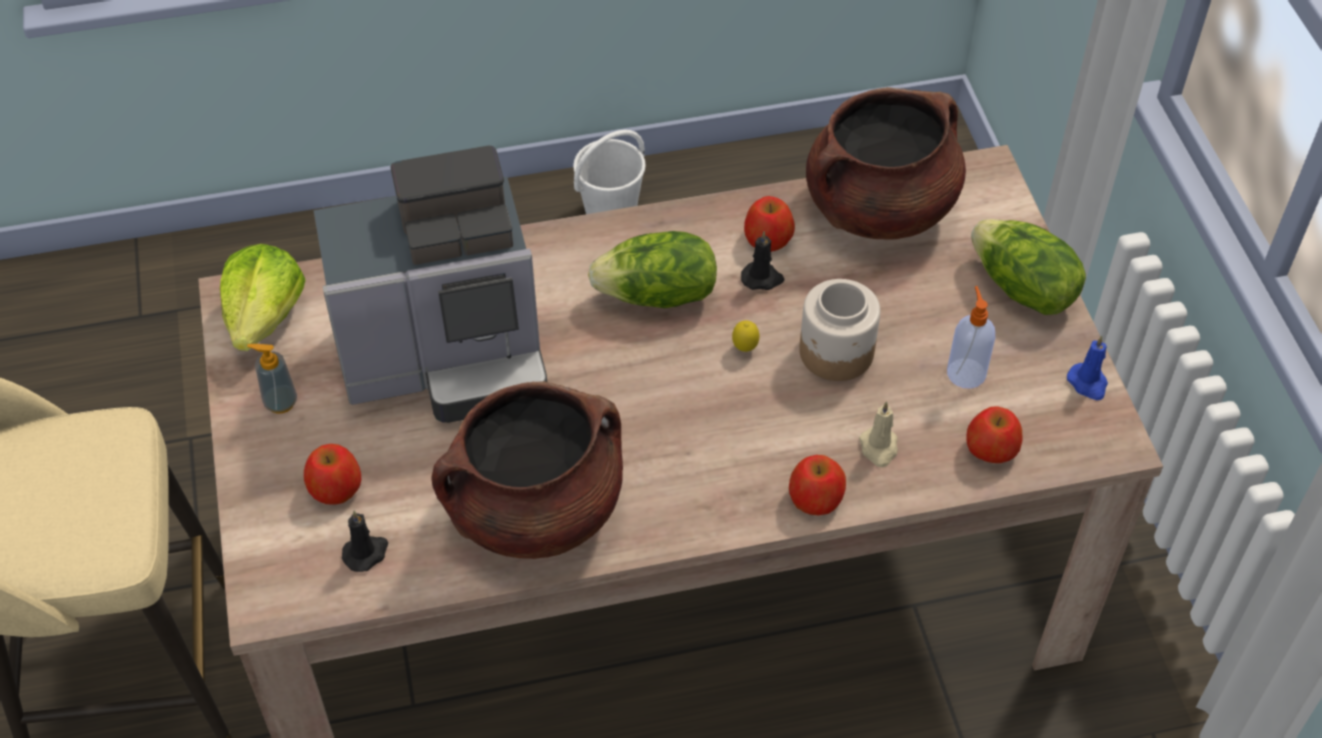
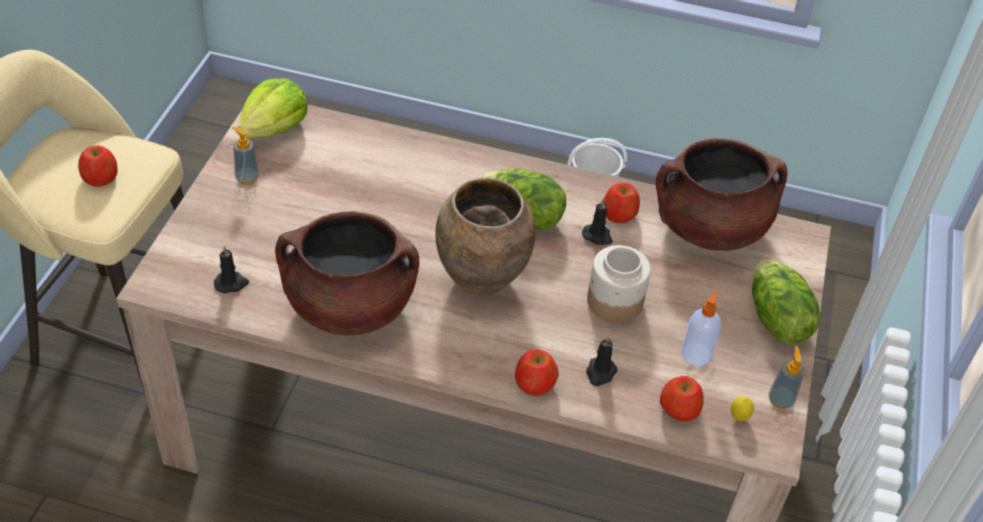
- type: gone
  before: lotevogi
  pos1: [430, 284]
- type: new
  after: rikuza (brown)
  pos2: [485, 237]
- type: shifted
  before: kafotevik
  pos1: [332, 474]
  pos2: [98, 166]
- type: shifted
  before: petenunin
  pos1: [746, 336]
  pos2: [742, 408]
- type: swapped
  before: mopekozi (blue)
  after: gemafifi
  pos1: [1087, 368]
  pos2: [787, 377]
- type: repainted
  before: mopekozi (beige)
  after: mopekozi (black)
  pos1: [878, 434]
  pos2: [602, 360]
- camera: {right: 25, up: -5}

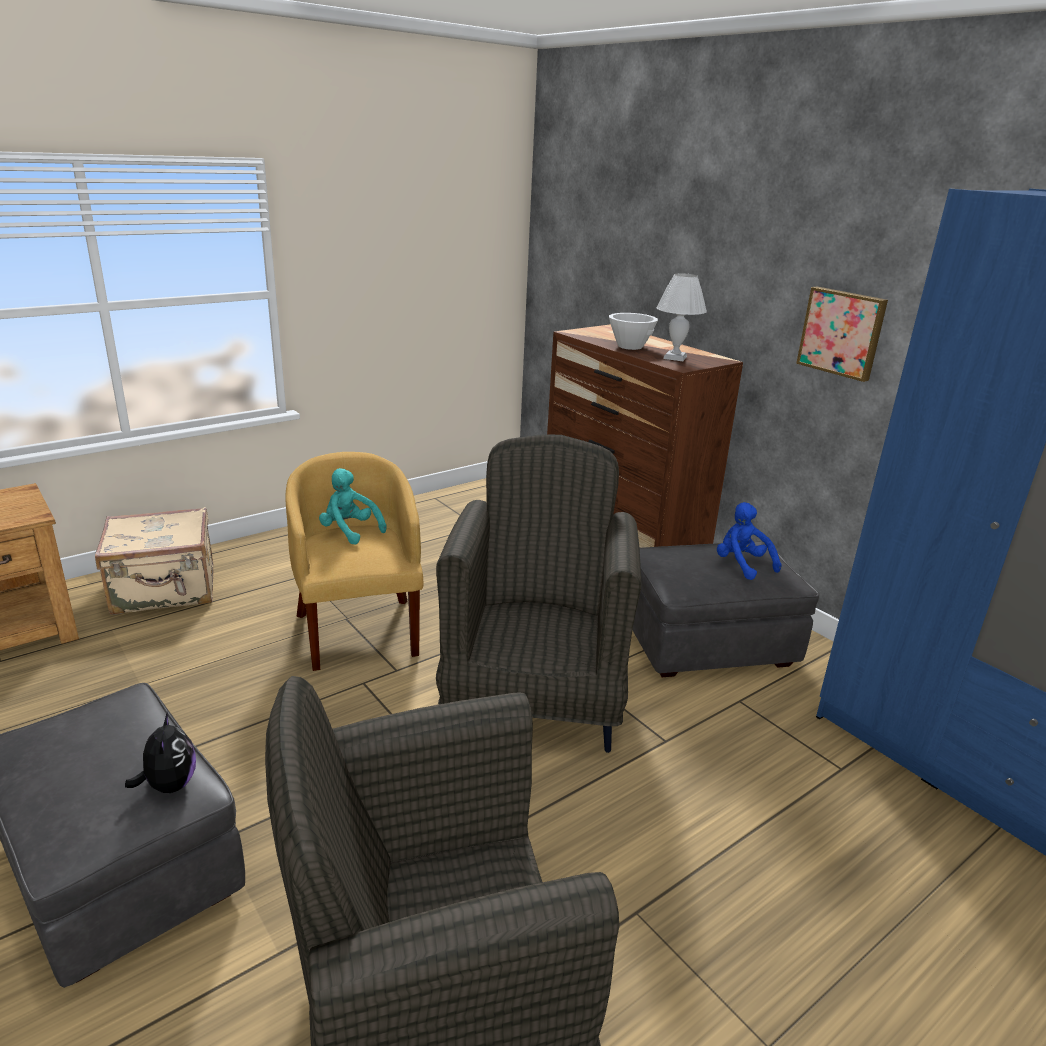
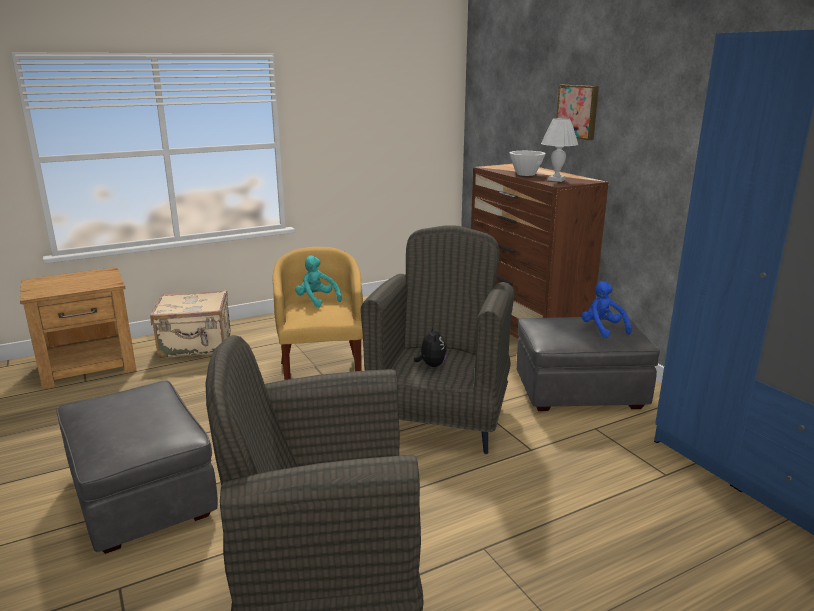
- type: shifted
  before: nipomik
  pos1: [160, 752]
  pos2: [430, 347]
- type: shifted
  before: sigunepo
  pos1: [842, 334]
  pos2: [577, 112]
- camera: {right: 10, up: -5}

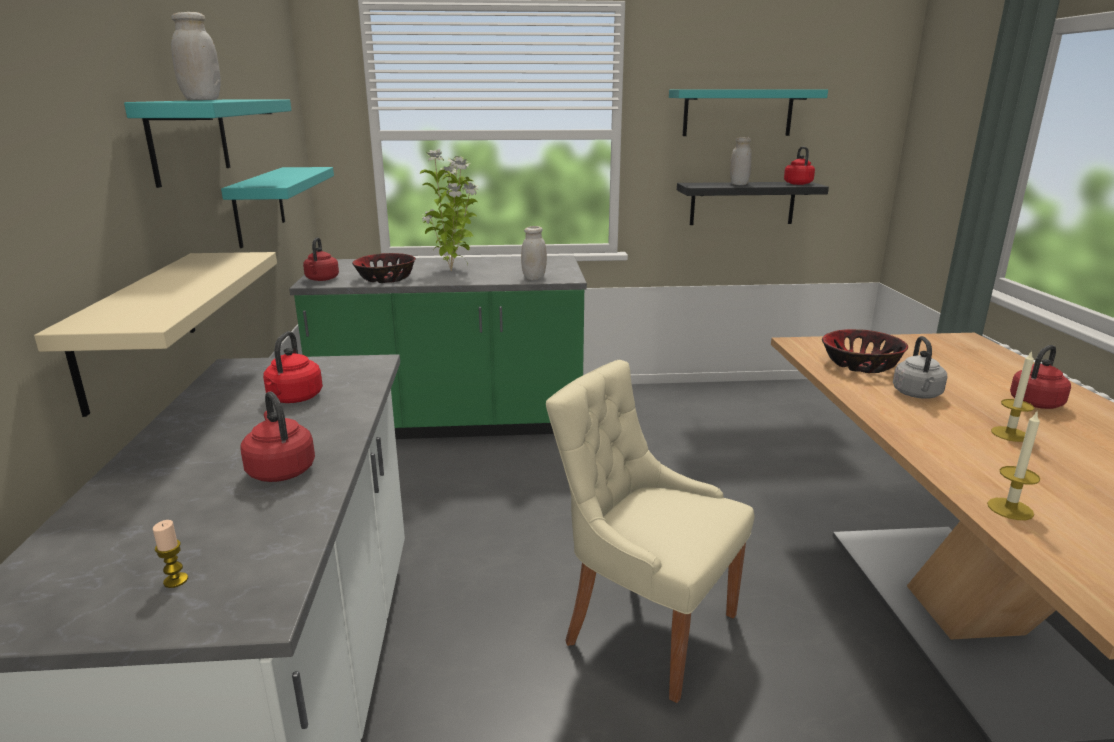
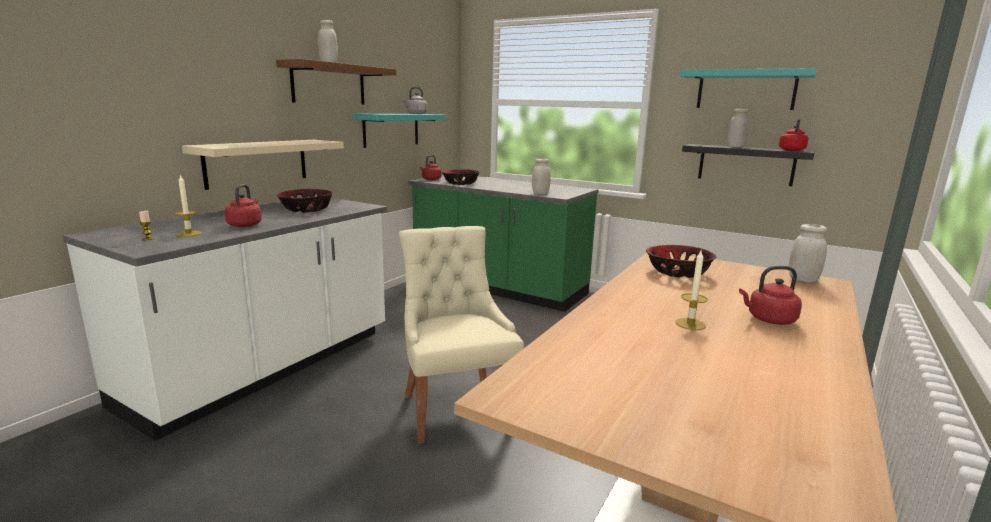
- type: gone
  before: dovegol
  pos1: [449, 210]
- type: new
  after: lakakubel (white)
  pos2: [808, 253]
- type: shifted
  before: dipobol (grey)
  pos1: [920, 367]
  pos2: [414, 100]
- type: shifted
  before: mopekozi
  pos1: [1013, 465]
  pos2: [188, 205]
- type: swapped
  before: dipobol (red)
  after: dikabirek
  pos1: [293, 367]
  pos2: [305, 201]
- type: repainted
  before: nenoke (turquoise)
  after: nenoke (brown)
  pos1: [207, 143]
  pos2: [336, 81]
- camera: {right: 35, up: -5}

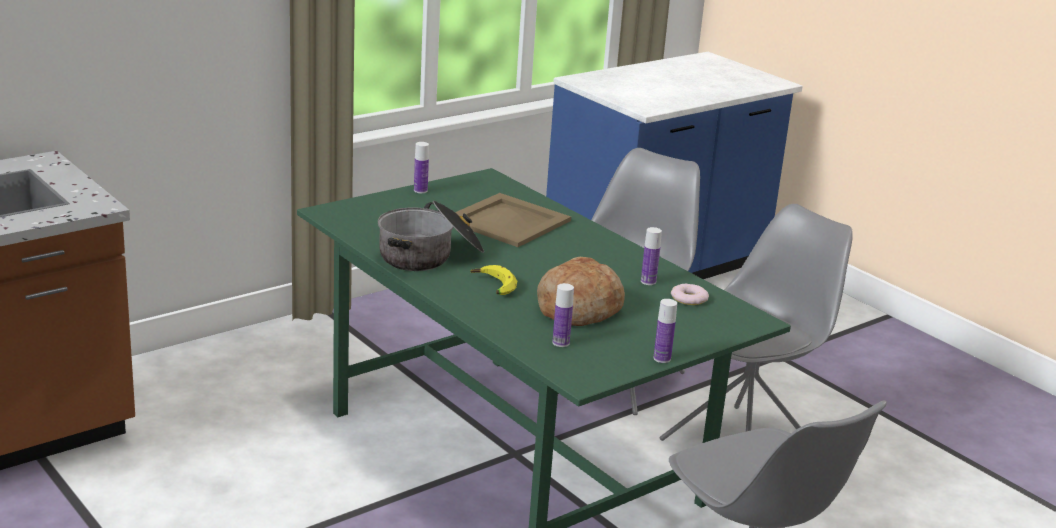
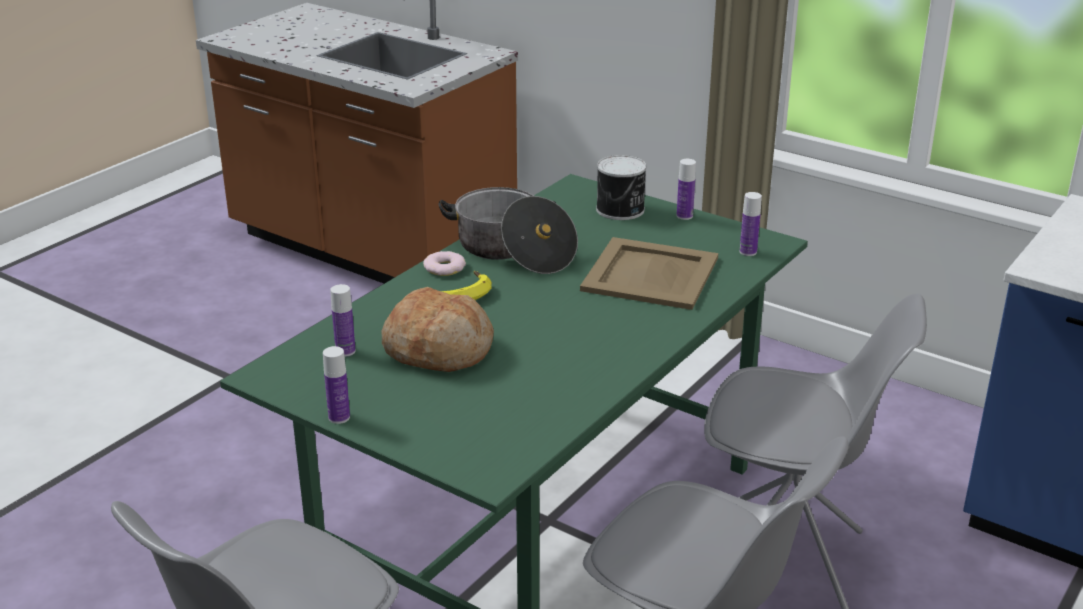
- type: new
  after: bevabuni
  pos2: [621, 187]
- type: shifted
  before: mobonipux
  pos1: [651, 256]
  pos2: [751, 224]
- type: shifted
  before: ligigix
  pos1: [690, 294]
  pos2: [444, 263]
- camera: {right: 75, up: 5}

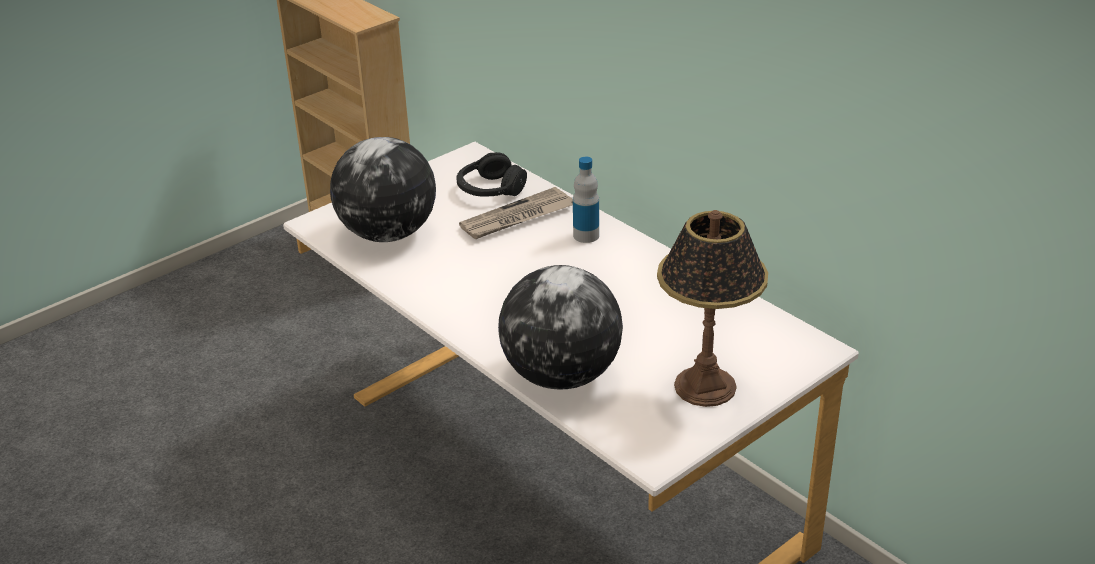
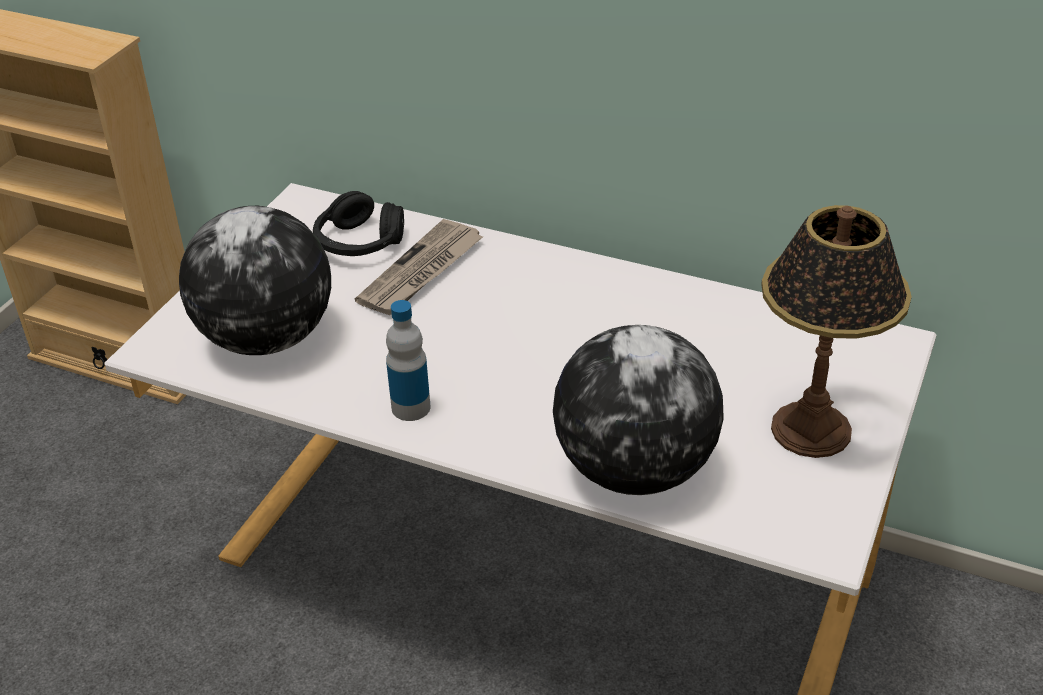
- type: shifted
  before: mobonipux
  pos1: [586, 200]
  pos2: [408, 360]
- camera: {right: -25, up: 5}

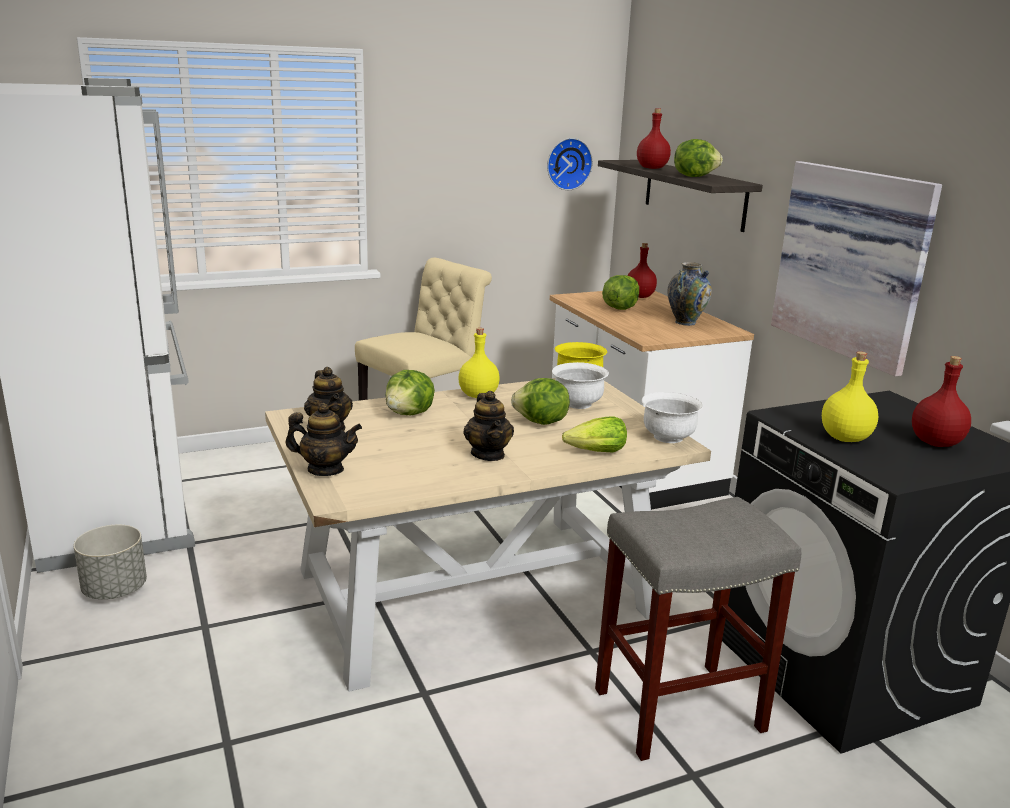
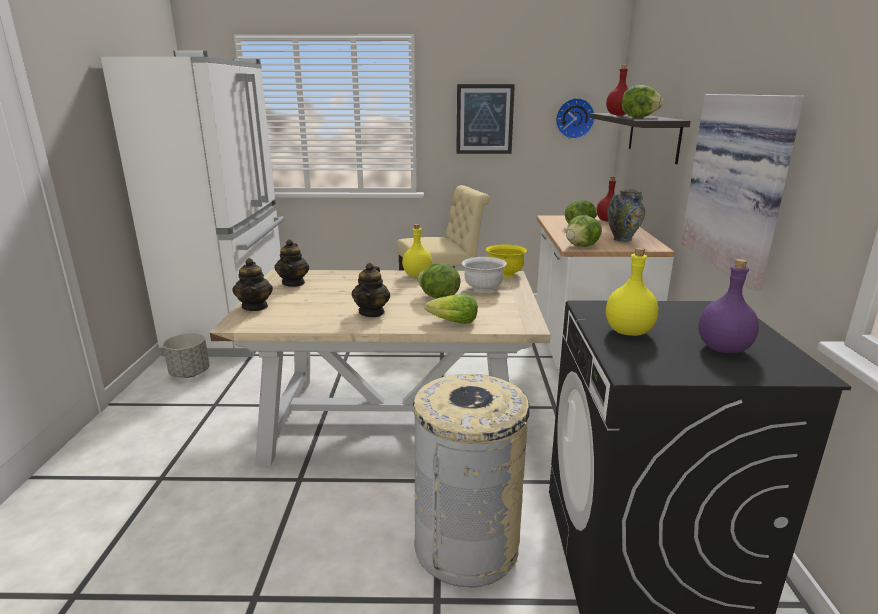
- type: gone
  before: dikabirek (white)
  pos1: [672, 417]
- type: new
  after: sigunepo
  pos2: [485, 119]
- type: shifted
  before: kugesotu
  pos1: [410, 392]
  pos2: [584, 231]
- type: swapped
  before: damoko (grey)
  after: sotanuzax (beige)
  pos1: [698, 629]
  pos2: [471, 480]
- type: repainted
  before: mobonipux (red)
  after: mobonipux (purple)
  pos1: [941, 401]
  pos2: [728, 306]
- type: rotated
  before: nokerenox
  pos1: [324, 439]
  pos2: [252, 284]
  turn: 45
- camera: {right: 25, up: 0}

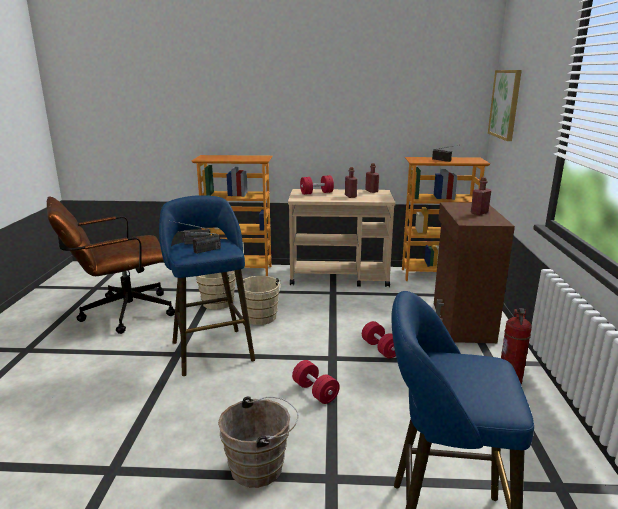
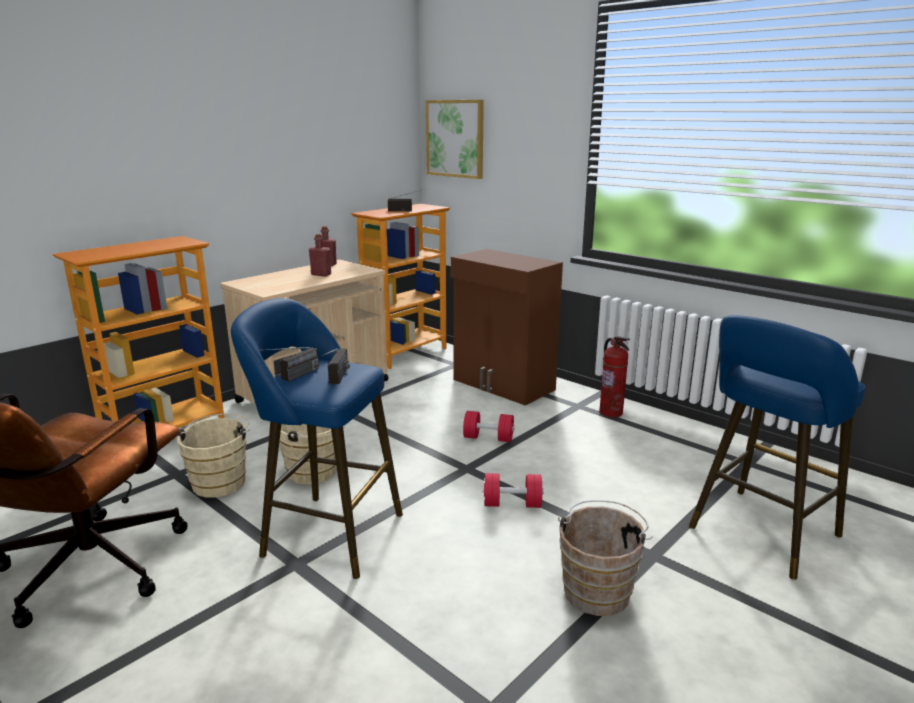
- type: gone
  before: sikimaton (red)
  pos1: [317, 185]
- type: gone
  before: mobonipux (red)
  pos1: [481, 196]
- camera: {right: -50, up: 0}

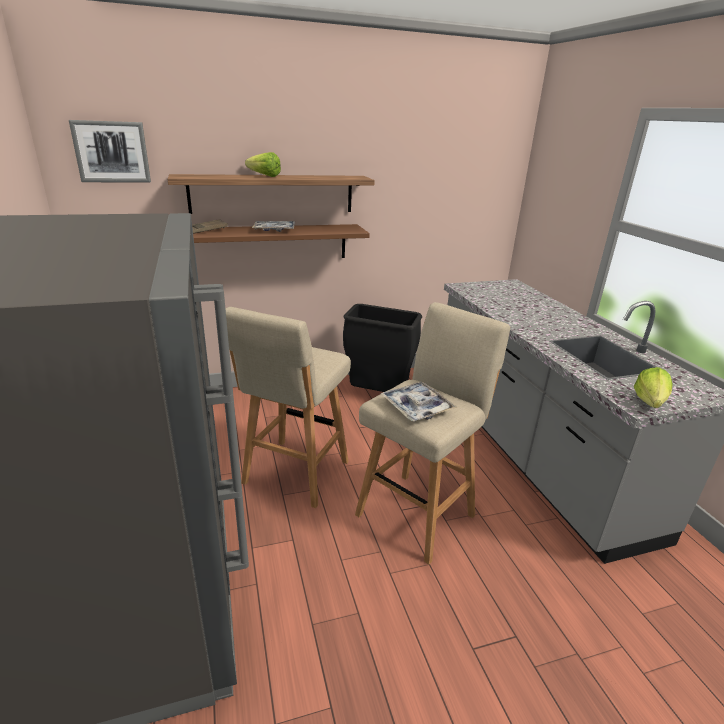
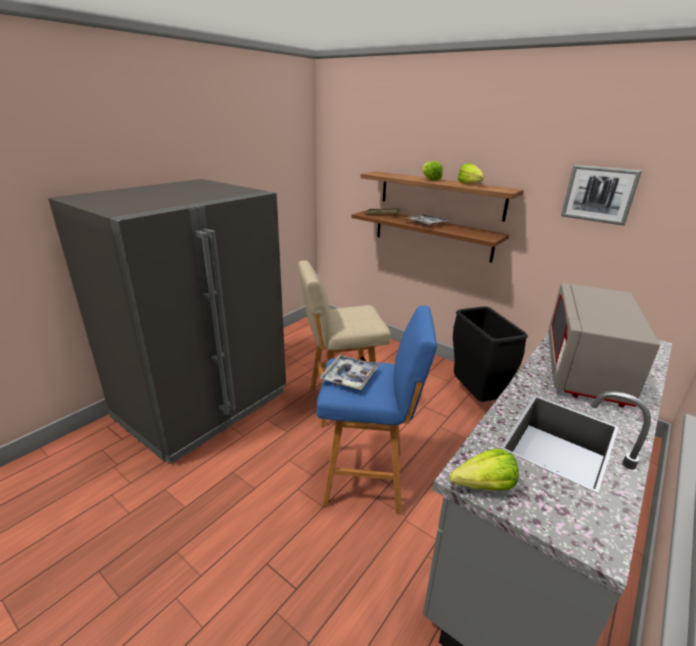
- type: new
  after: kugesotu
  pos2: [471, 173]
- type: new
  after: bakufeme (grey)
  pos2: [604, 345]
- type: shifted
  before: sigunepo
  pos1: [110, 151]
  pos2: [601, 195]
- type: repainted
  before: damoko (beige)
  after: damoko (blue)
  pos1: [432, 433]
  pos2: [376, 410]
- camera: {right: 55, up: 0}

